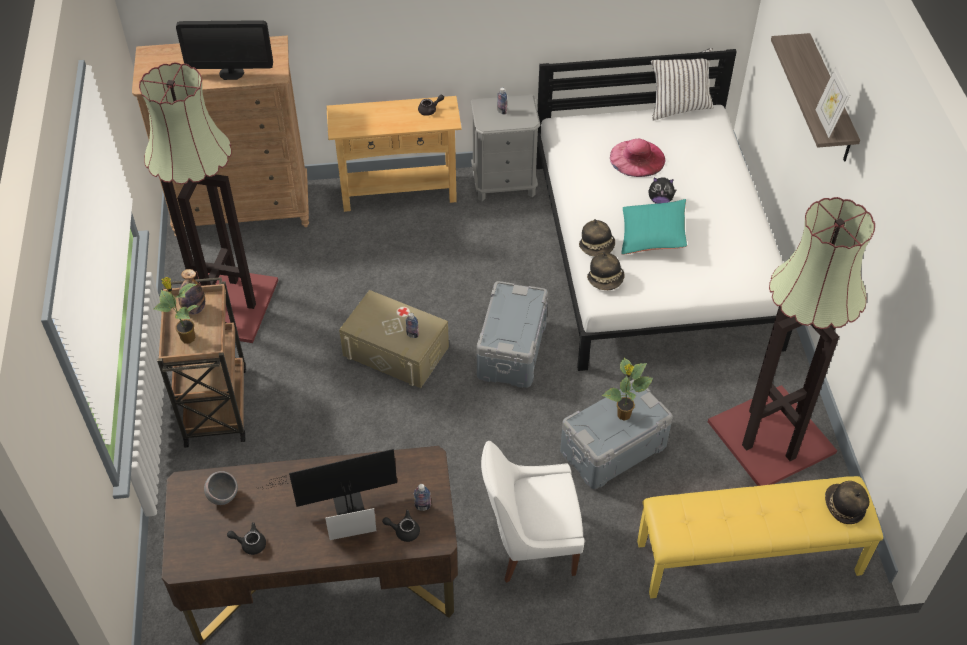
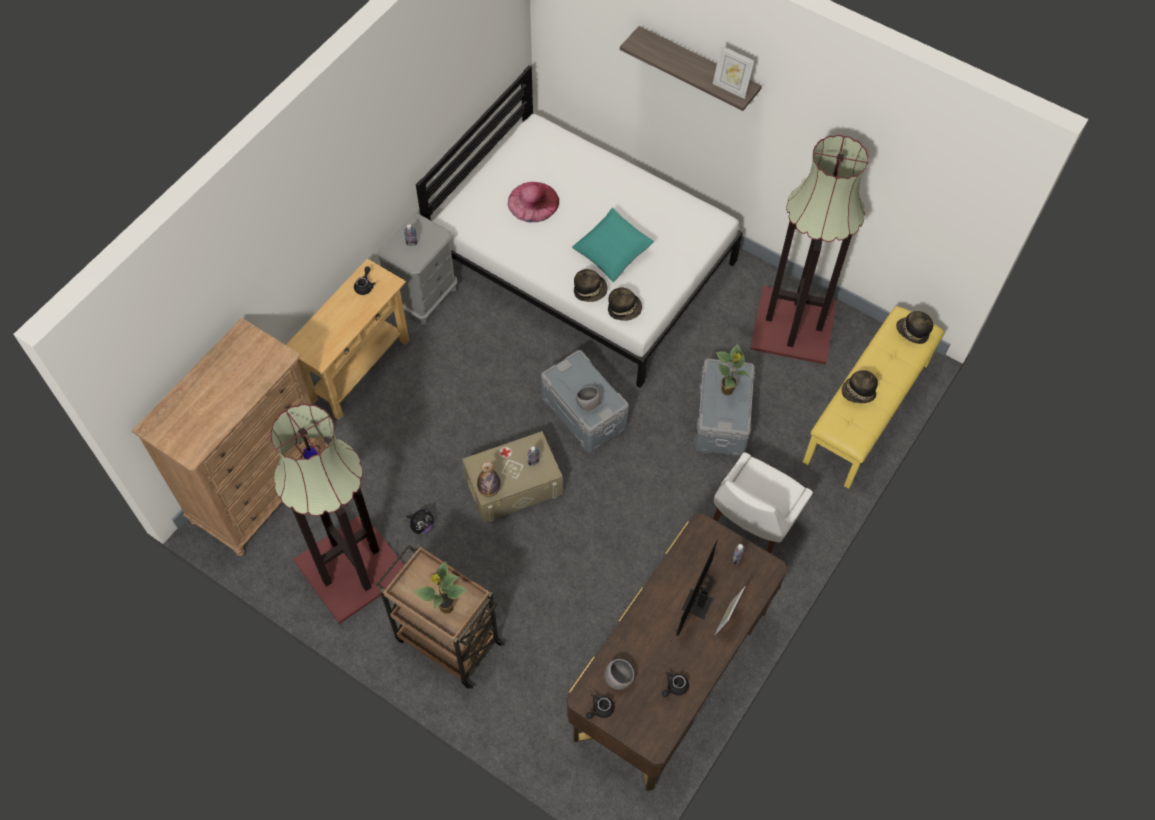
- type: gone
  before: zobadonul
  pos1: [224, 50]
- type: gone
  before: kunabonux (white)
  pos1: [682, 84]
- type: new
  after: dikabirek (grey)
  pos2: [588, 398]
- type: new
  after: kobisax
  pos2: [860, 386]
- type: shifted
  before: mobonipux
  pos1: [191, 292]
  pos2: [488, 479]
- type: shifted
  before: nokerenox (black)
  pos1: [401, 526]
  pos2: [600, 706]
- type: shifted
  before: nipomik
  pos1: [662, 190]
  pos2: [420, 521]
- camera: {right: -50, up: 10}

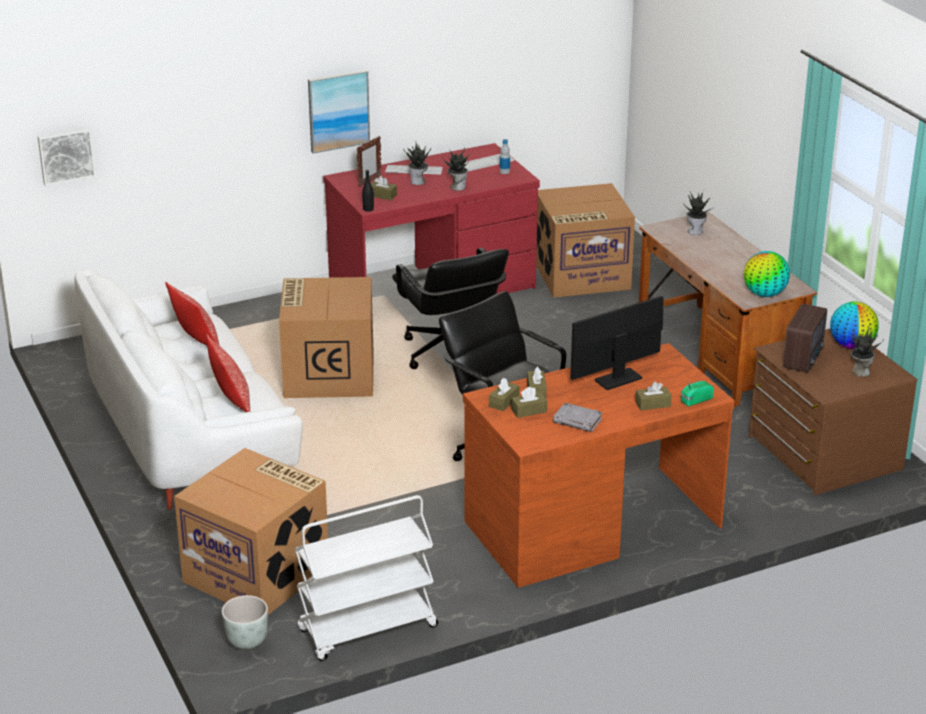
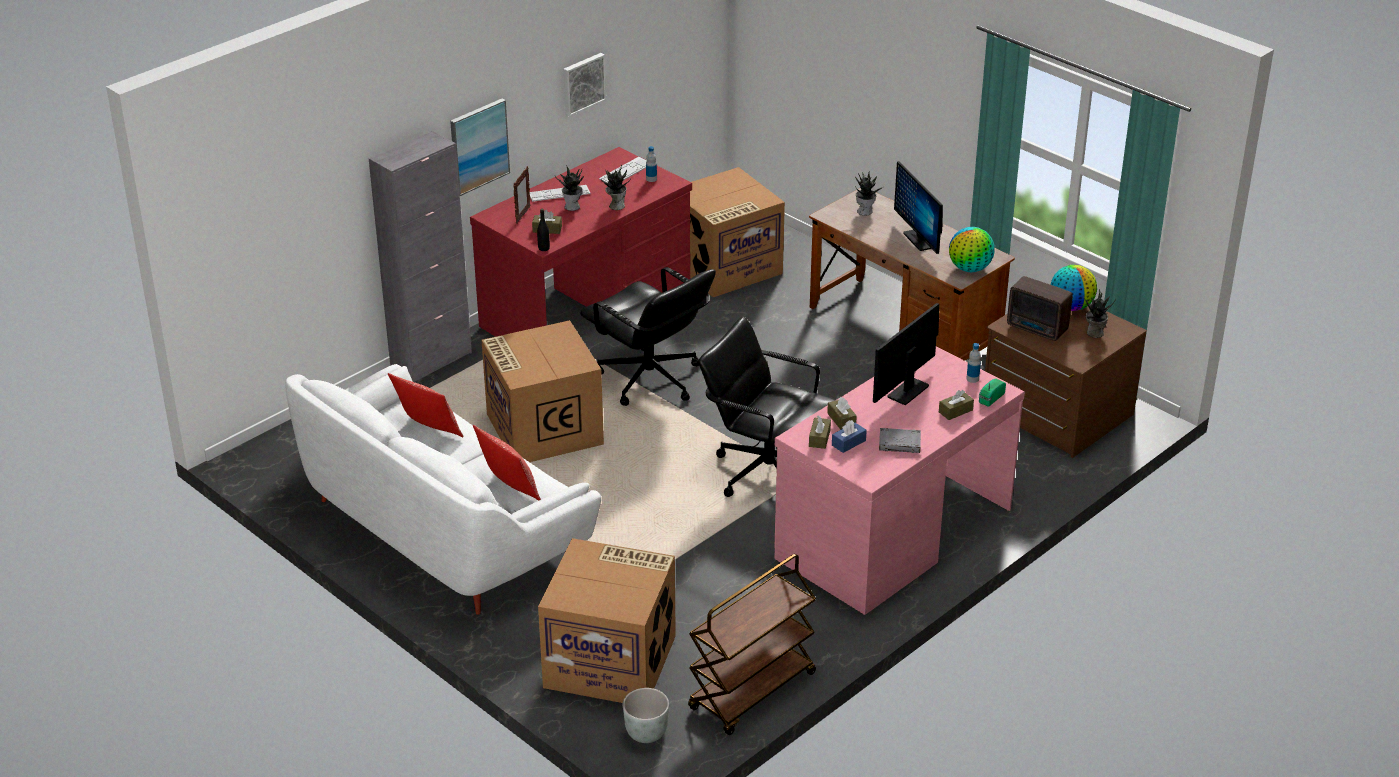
- type: new
  after: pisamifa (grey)
  pos2: [420, 256]
- type: new
  after: zobadonul
  pos2: [918, 207]
- type: new
  after: mobonipux
  pos2: [973, 363]
- type: shifted
  before: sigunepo
  pos1: [67, 156]
  pos2: [585, 85]
- type: repainted
  before: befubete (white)
  after: befubete (brown)
  pos1: [366, 578]
  pos2: [752, 644]
- type: repainted
  before: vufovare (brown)
  after: vufovare (pink)
  pos1: [599, 465]
  pos2: [899, 480]
- type: repainted
  before: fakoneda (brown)
  after: fakoneda (blue)
  pos1: [529, 402]
  pos2: [849, 436]
- type: rotated
  before: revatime
  pos1: [805, 338]
  pos2: [1039, 308]
  turn: 120
- camera: {right: -20, up: 5}

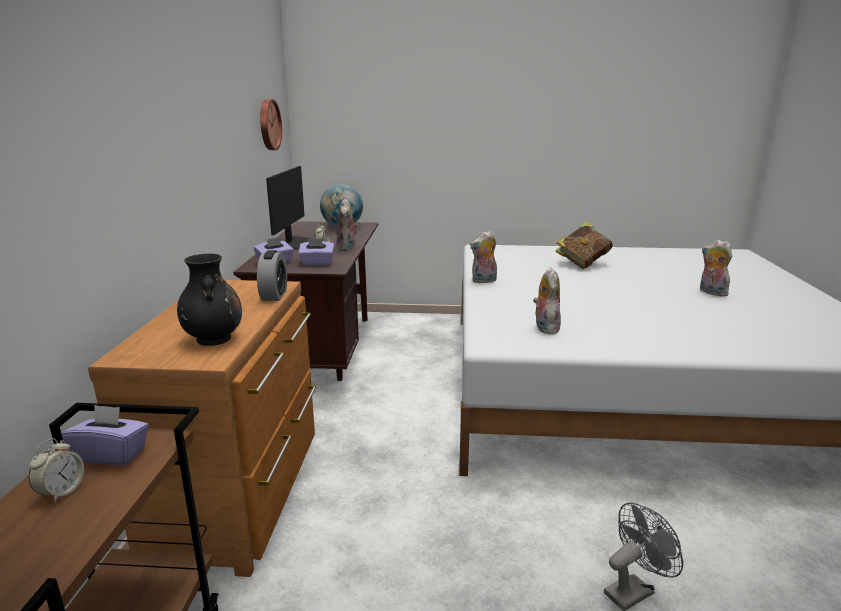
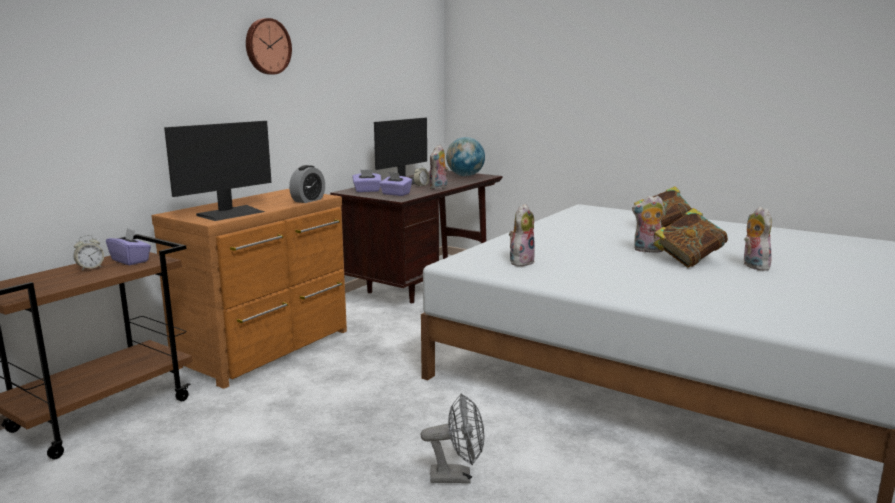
- type: new
  after: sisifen
  pos2: [690, 238]
- type: shifted
  before: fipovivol
  pos1: [271, 124]
  pos2: [269, 46]
- type: shifted
  before: nipomik
  pos1: [483, 257]
  pos2: [648, 224]
- type: swapped
  before: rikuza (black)
  after: zobadonul
  pos1: [209, 300]
  pos2: [218, 171]
- camera: {right: 30, up: -5}

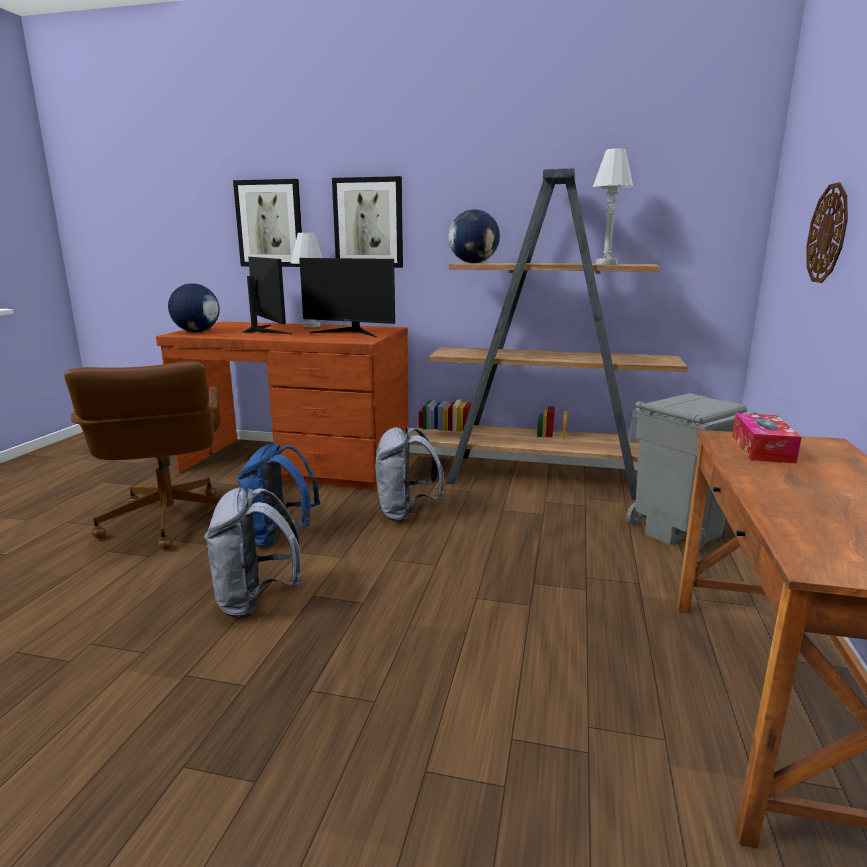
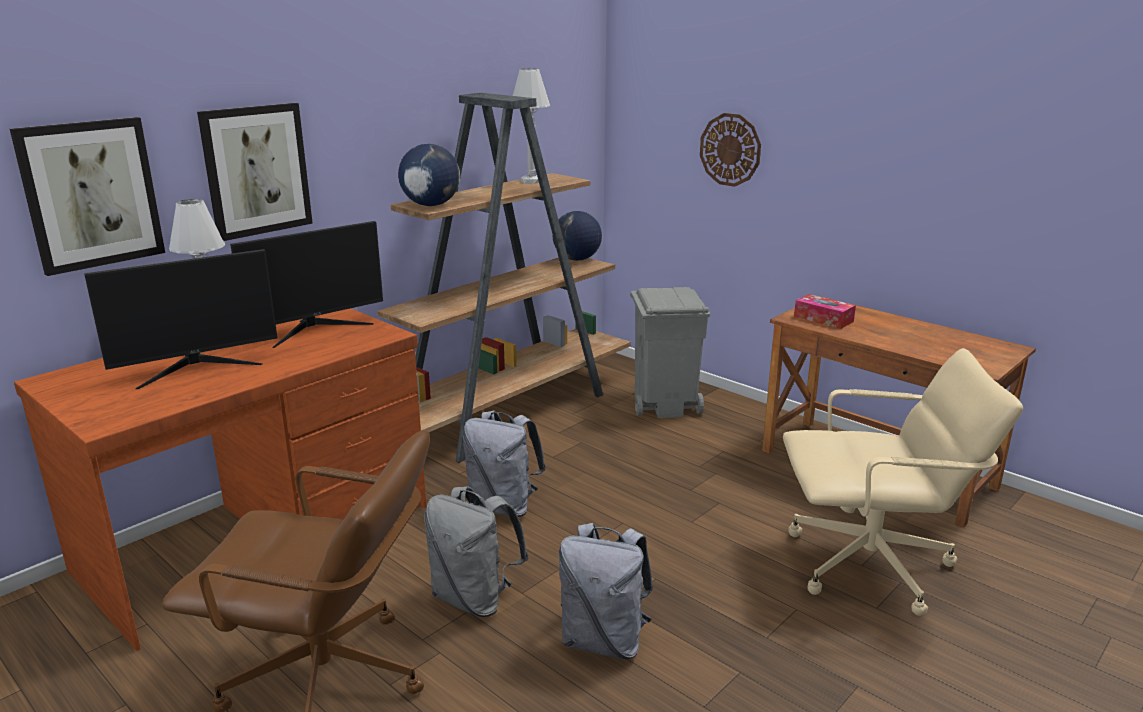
- type: new
  after: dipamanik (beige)
  pos2: [903, 482]
- type: shifted
  before: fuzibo
  pos1: [194, 307]
  pos2: [577, 236]
- type: repainted
  before: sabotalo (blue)
  after: sabotalo (grey)
  pos1: [279, 495]
  pos2: [476, 551]
- type: rotated
  before: zobadonul
  pos1: [267, 295]
  pos2: [180, 319]
  turn: 150
- camera: {right: -60, up: 5}

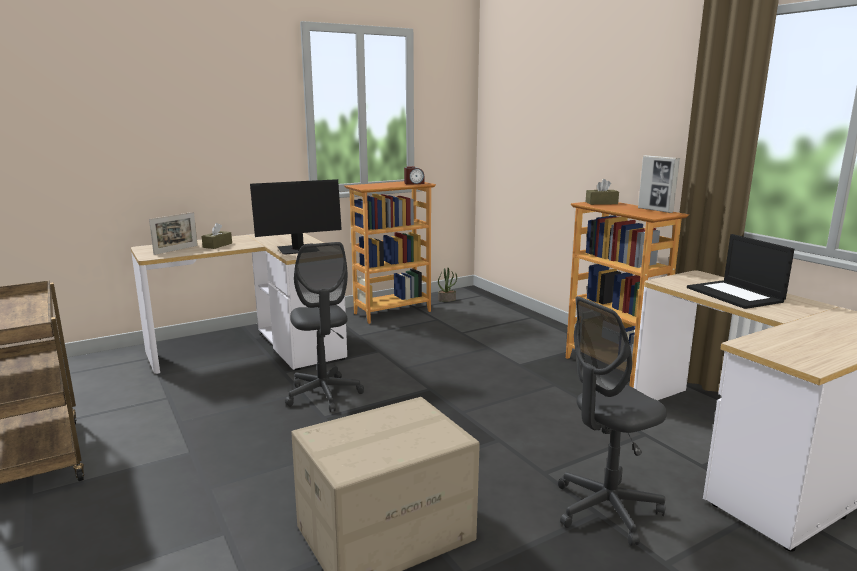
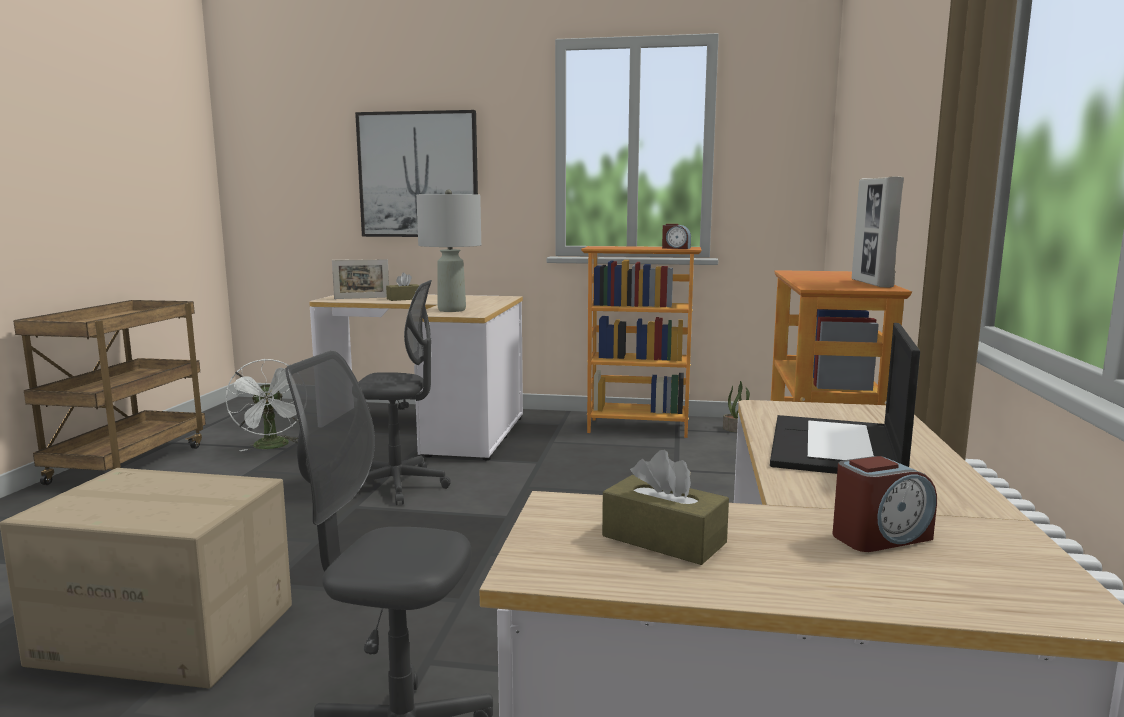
- type: new
  after: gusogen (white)
  pos2: [261, 405]
- type: new
  after: sigunepo
  pos2: [416, 173]
- type: new
  after: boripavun
  pos2: [885, 504]
- type: shifted
  before: fakoneda (brown)
  pos1: [602, 192]
  pos2: [665, 507]
- type: swapped
  before: zobadonul
  after: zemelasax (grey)
  pos1: [296, 217]
  pos2: [448, 250]
- type: rotated
  before: dipamanik (grey)
  pos1: [324, 327]
  pos2: [402, 392]
  turn: -105
- camera: {right: 40, up: -5}

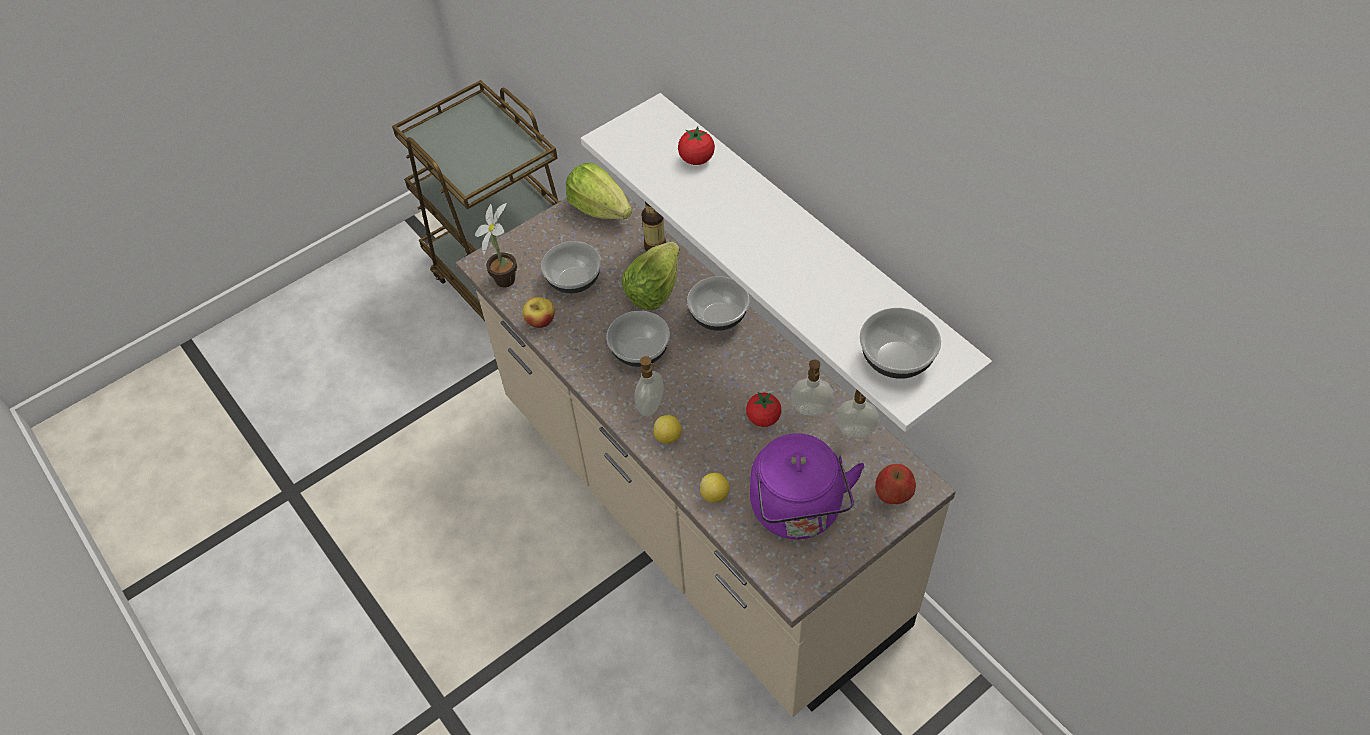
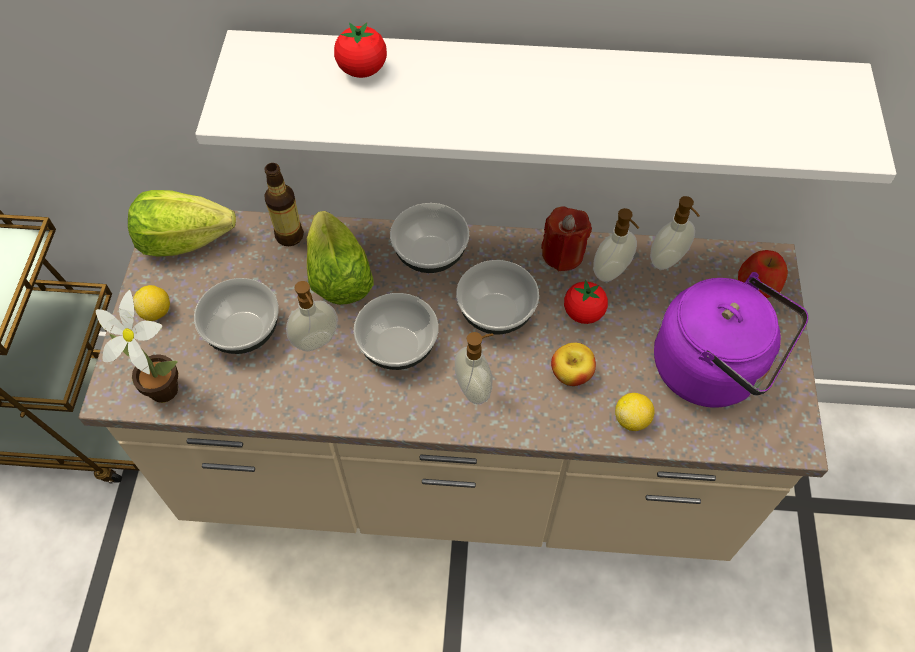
- type: new
  after: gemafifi
  pos2: [312, 316]
- type: new
  after: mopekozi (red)
  pos2: [566, 238]
- type: shifted
  before: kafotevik
  pos1: [538, 312]
  pos2: [573, 364]
- type: shifted
  before: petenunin
  pos1: [667, 429]
  pos2: [151, 303]
- type: shifted
  before: dikabirek
  pos1: [900, 343]
  pos2: [497, 297]
- camera: {right: -50, up: 5}

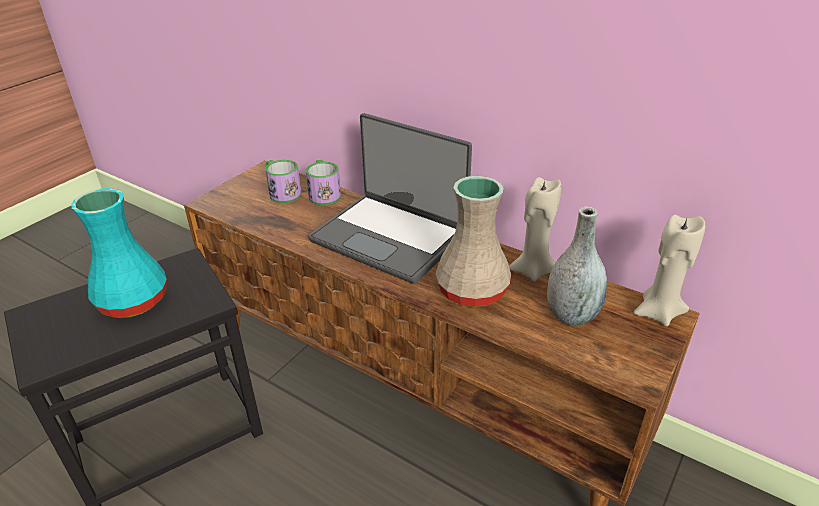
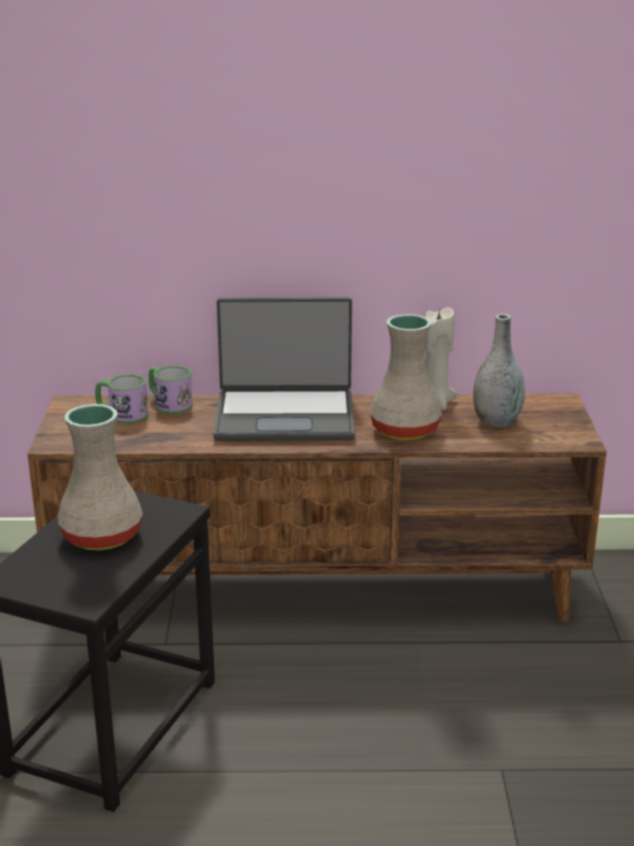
- type: gone
  before: mopekozi (beige)
  pos1: [670, 271]
- type: repainted
  before: rikuza (turquoise)
  after: rikuza (beige)
  pos1: [119, 253]
  pos2: [100, 477]
- camera: {right: -35, up: -10}

